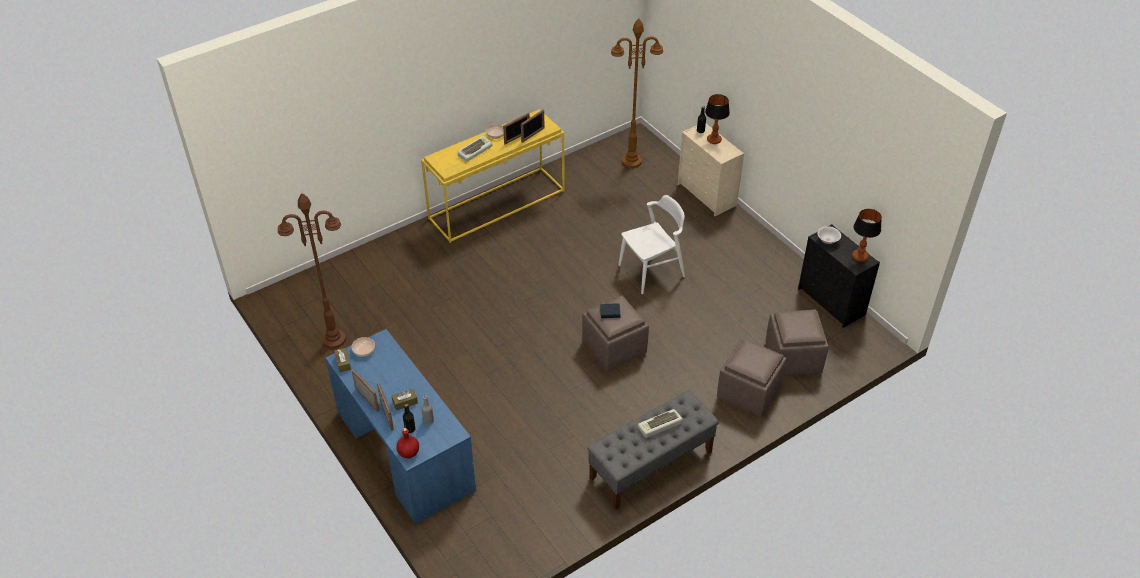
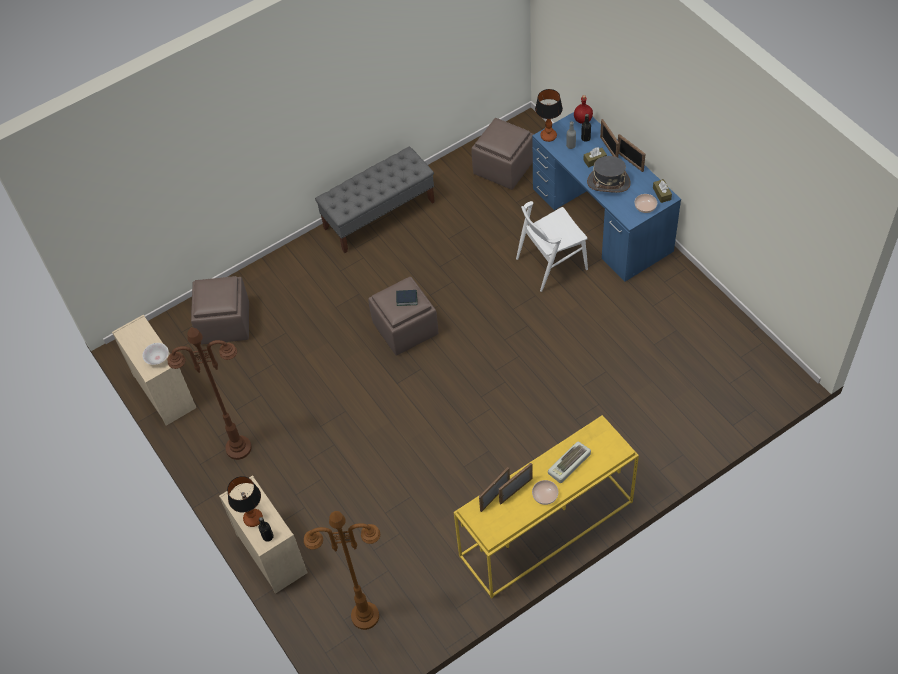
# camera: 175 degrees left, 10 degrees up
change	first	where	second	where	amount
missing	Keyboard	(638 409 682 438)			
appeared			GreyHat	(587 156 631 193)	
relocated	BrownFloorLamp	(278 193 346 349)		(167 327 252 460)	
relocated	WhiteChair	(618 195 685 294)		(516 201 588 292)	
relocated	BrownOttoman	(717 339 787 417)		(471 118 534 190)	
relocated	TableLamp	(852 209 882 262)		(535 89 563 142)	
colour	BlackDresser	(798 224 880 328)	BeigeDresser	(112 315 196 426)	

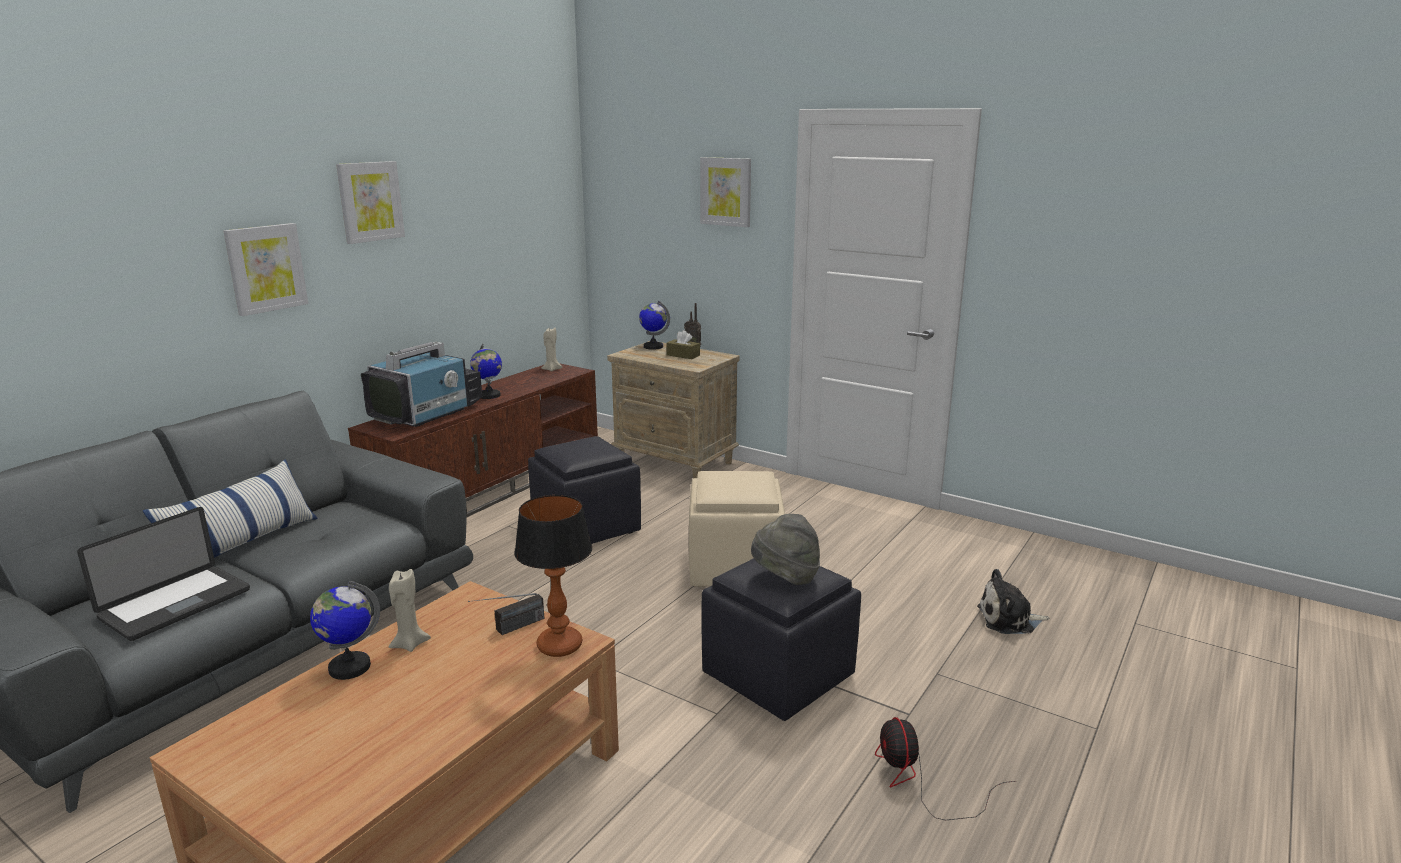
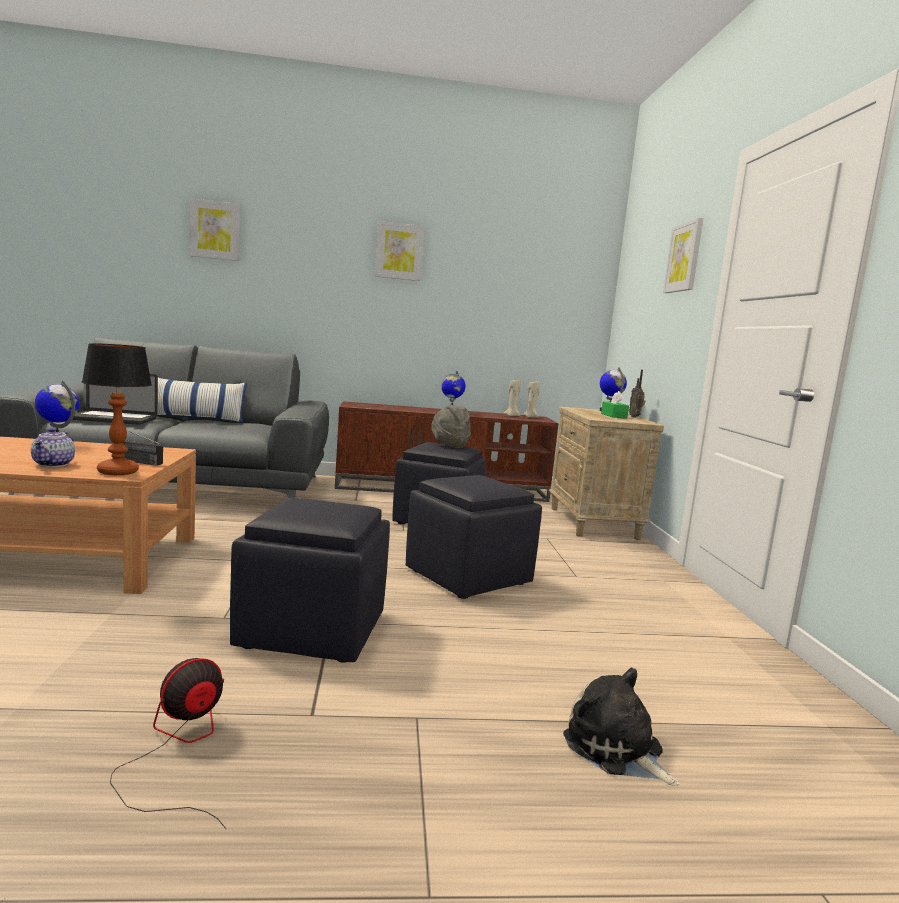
# camera: 50 degrees right, 10 degrees down
change	first	where	second	where	amount
missing	Television	(361 342 482 427)			
appeared			Teapot	(31 428 75 467)	
relocated	Picture	(224 223 308 316)		(189 198 240 261)	
relocated	BeigeCandle	(389 569 431 652)		(504 379 521 416)	
relocated	GreyHat	(751 514 820 585)		(431 405 471 448)	
colour	BrownTissueBox	(666 330 700 359)	GreenTissueBox	(601 391 629 419)	
colour	BeigeOttoman	(689 471 785 587)	BlackOttoman	(406 475 542 599)	

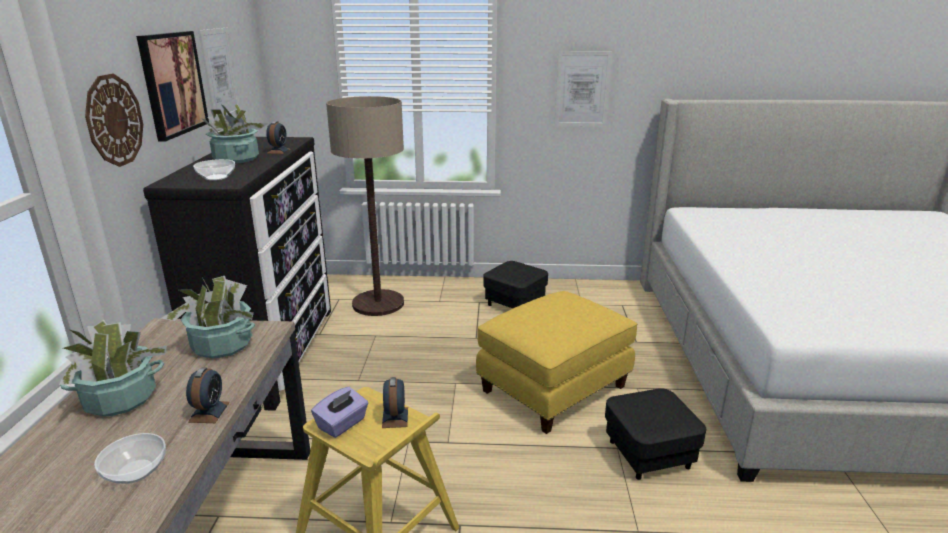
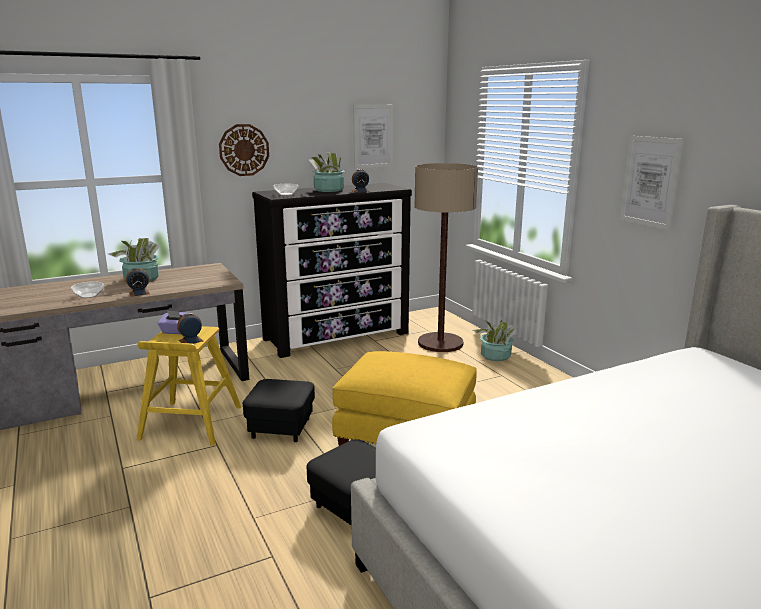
# camera: 60 degrees right, 5 degrees down
change	first	where	second	where	amount
missing	Picture	(136 31 209 142)			
relocated	PottedPlant	(161 276 255 359)		(473 320 517 361)	
relocated	BlackOttoman	(483 261 548 308)		(243 379 315 442)	

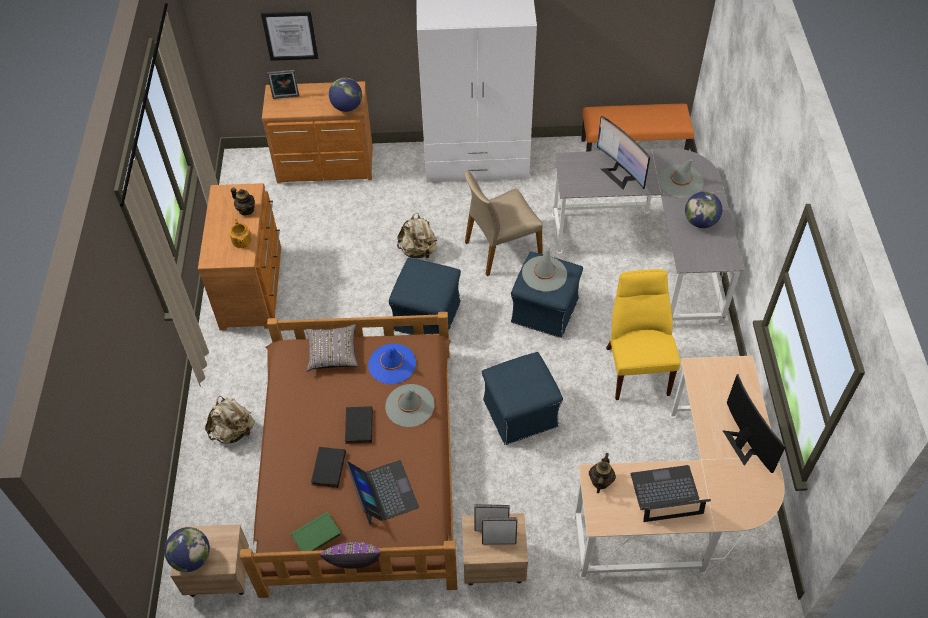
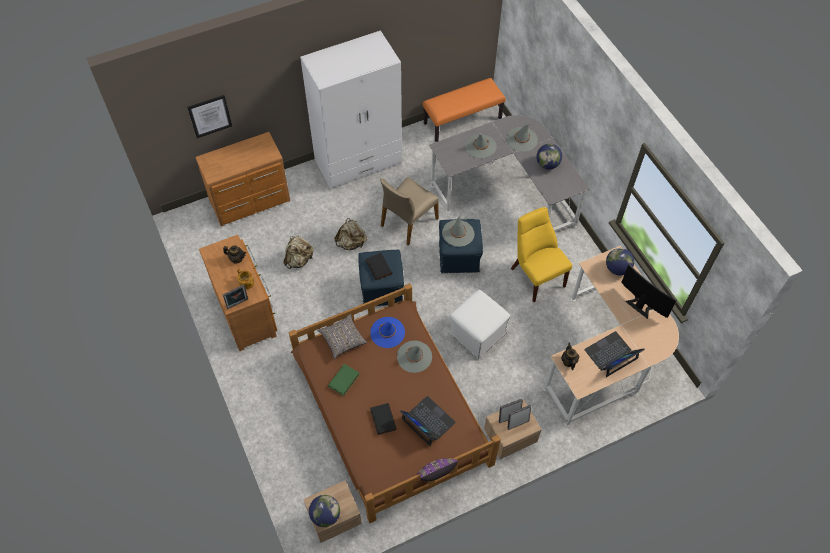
# camera: 25 degrees left, 5 degrees up
change	first	where	second	where	amount
relocated	BeigeBackpack	(205 396 255 444)		(283 236 314 269)	
relocated	PictureFrame	(267 70 299 99)		(223 285 248 309)	
relocated	GreenBook	(291 512 341 551)		(328 364 360 396)	
relocated	Globe	(329 78 362 112)		(606 248 634 275)	
relocated	BlackBook	(345 406 373 444)		(366 253 392 281)	
exchanged	Monitor	(597 116 650 189)	GreyHat	(465 133 496 158)	
colour	BlueOttoman	(482 352 563 445)	WhiteOttoman	(449 289 511 359)	

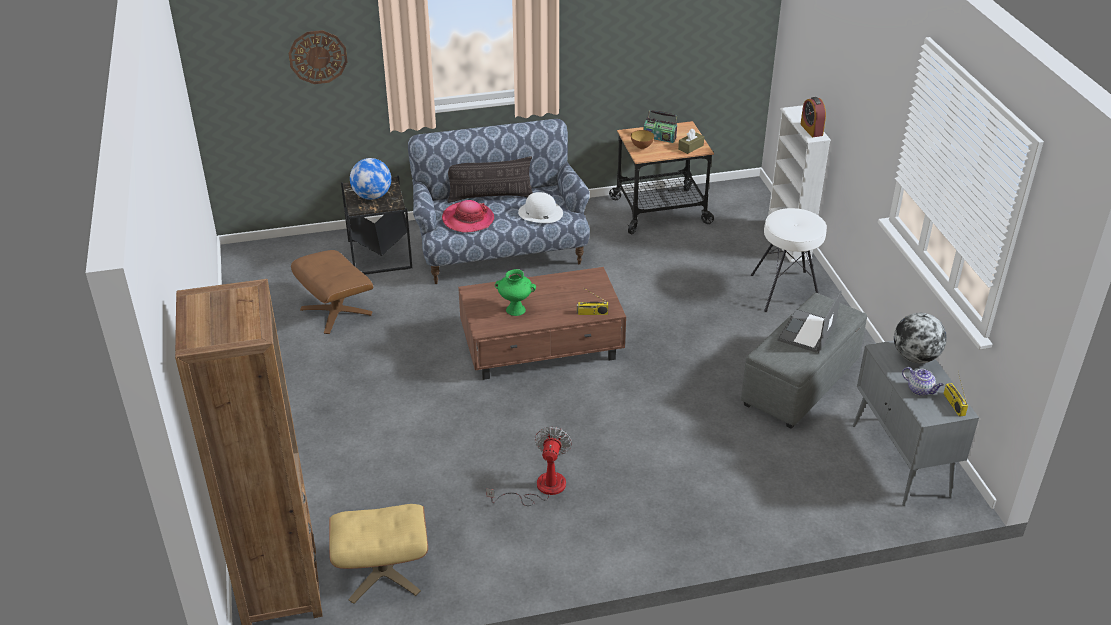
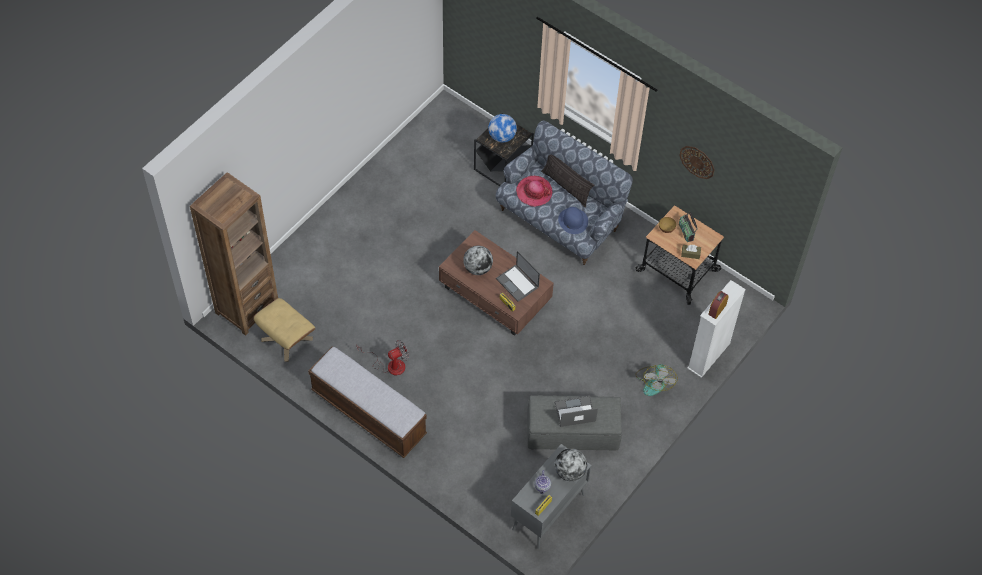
# camera: 50 degrees right, 20 degrees up
change	first	where	second	where	amount
missing	BrownOttoman	(291 250 373 334)			
appeared			Bench	(308 346 427 458)	
appeared			Laptop	(496 251 540 302)	
relocated	WallClock	(288 30 348 84)		(679 146 715 179)	
exchanged	GreenVase	(495 269 536 316)	Globe	(463 246 493 275)	
exchanged	WhiteStool	(751 208 827 312)	Fan	(635 364 678 396)	
colour	WhiteHat	(518 192 563 223)	BlueHat	(558 207 588 234)	

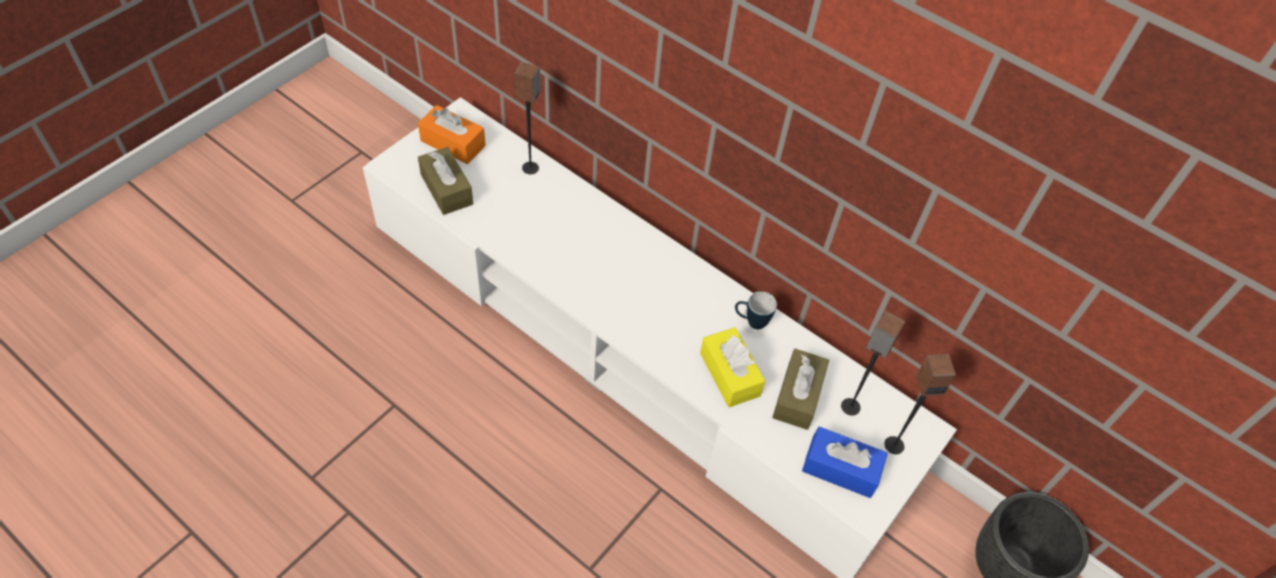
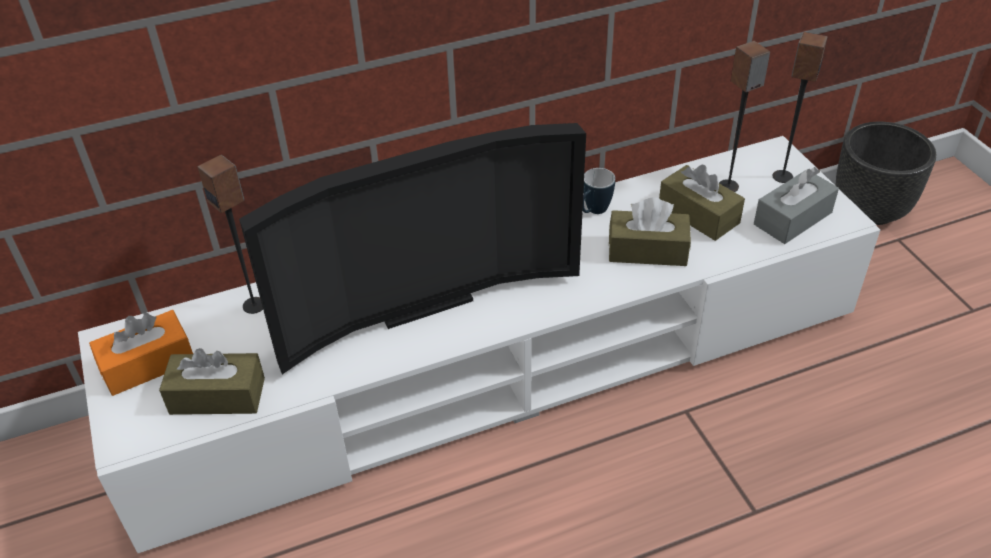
# camera: 55 degrees left, 10 degrees down
change	first	where	second	where	amount
appeared			Television	(239 123 586 374)	
colour	YellowTissueBox	(700 327 765 407)	BrownTissueBox	(609 197 691 266)	
colour	BlueTissueBox	(802 426 888 498)	GreyTissueBox	(754 167 839 244)	

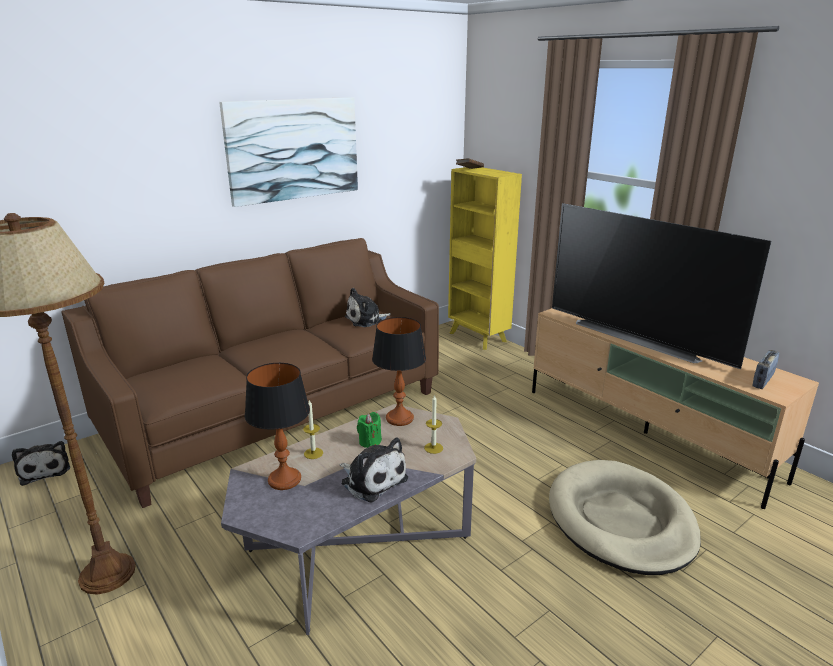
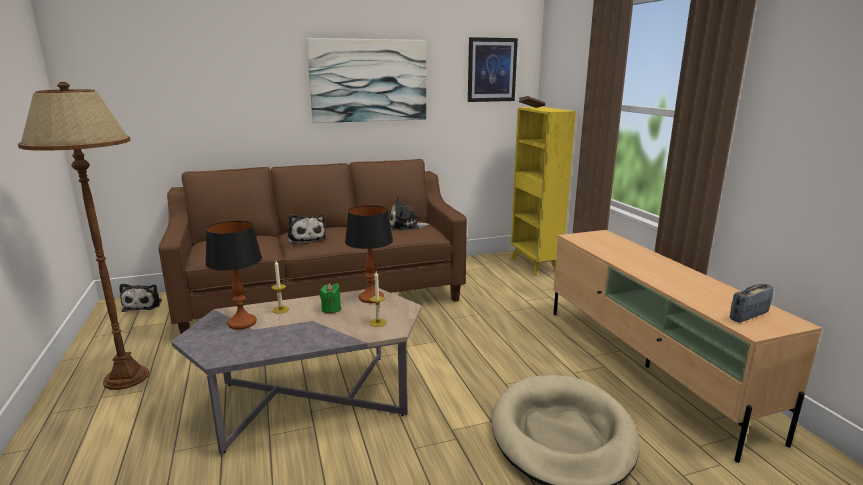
# camera: 20 degrees right, 5 degrees down
change	first	where	second	where	amount
missing	Television	(552 203 772 369)			
appeared			Picture	(468 37 518 102)	
relocated	PlushToy	(339 437 408 502)		(288 214 326 245)	

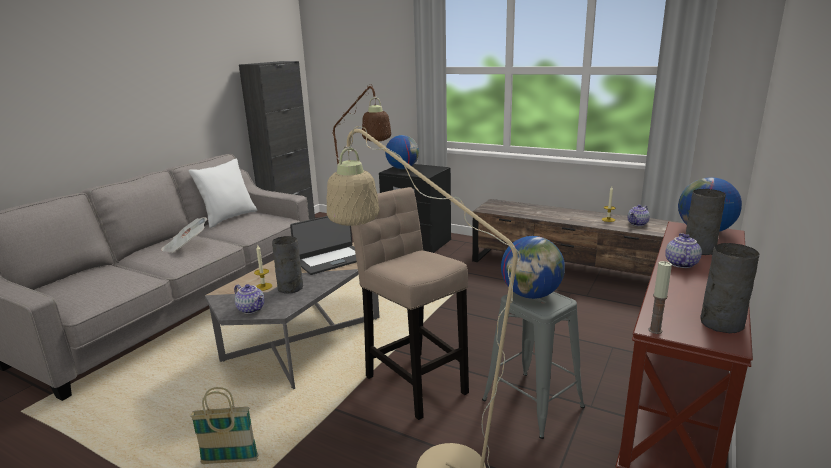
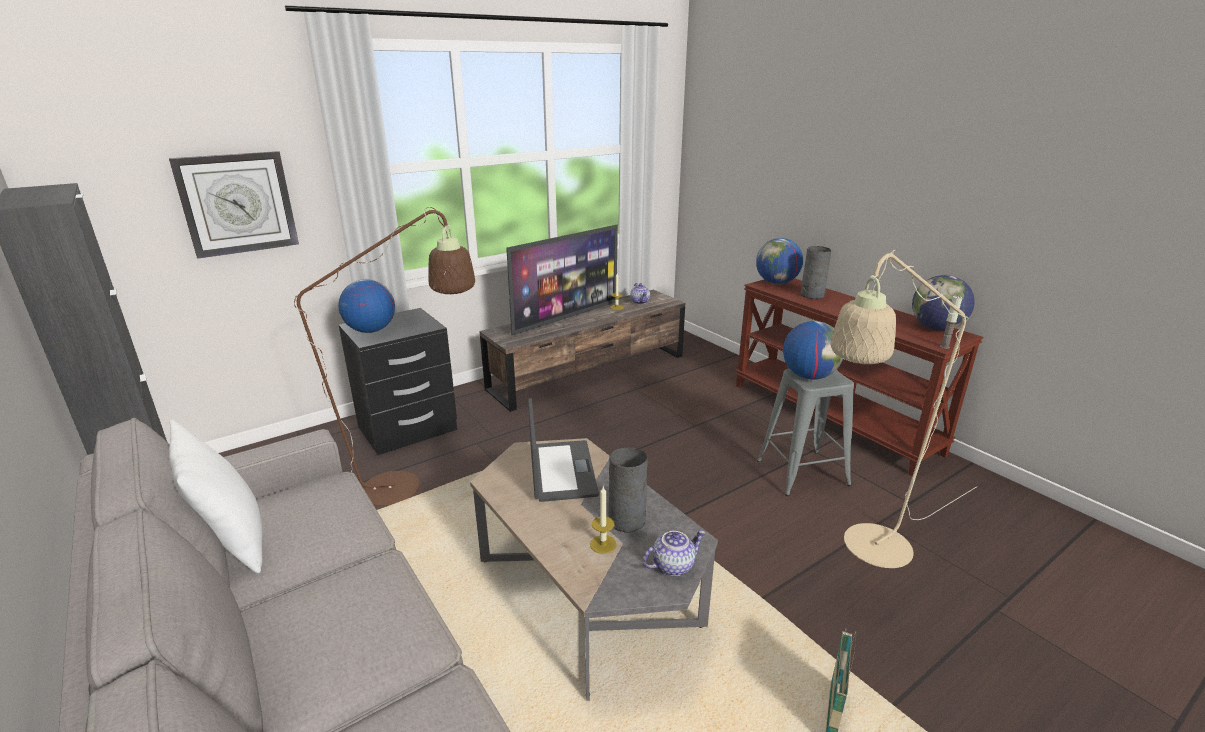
# camera: 65 degrees left, 5 degrees up
change	first	where	second	where	amount
missing	Newspaper	(161 217 208 253)			
missing	BeigeStool	(351 187 469 420)			
missing	Teapot	(665 233 702 268)			
appeared			WallClock	(169 151 299 259)	
appeared			Television	(506 225 618 336)	
exchanged	GreyVase	(701 243 759 333)	Globe	(912 275 975 331)	

